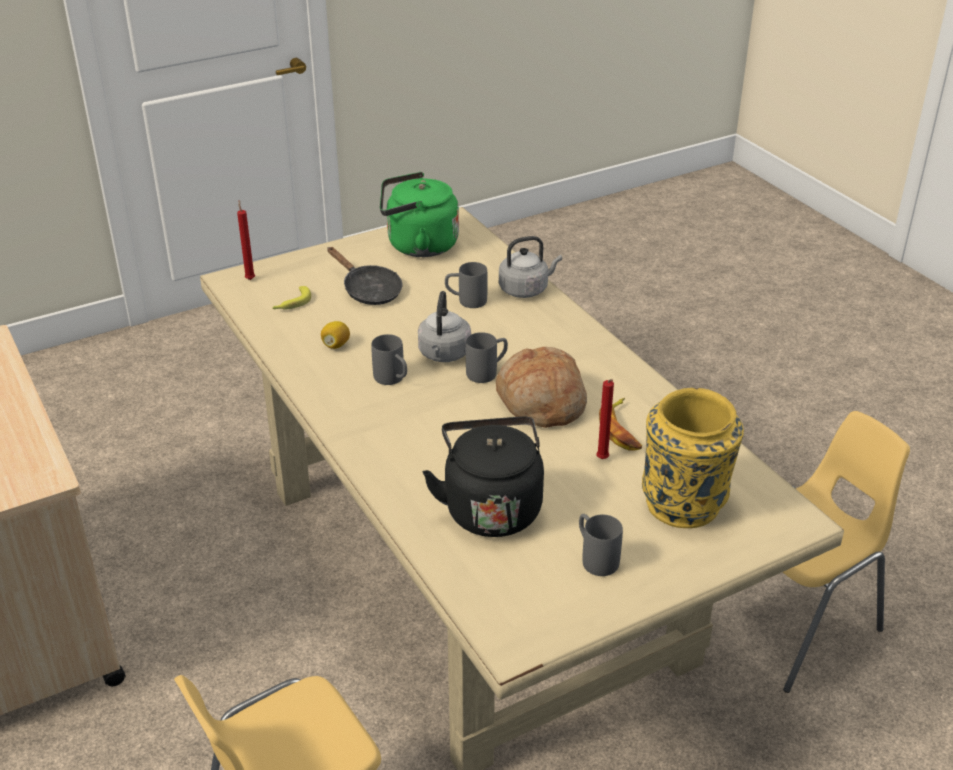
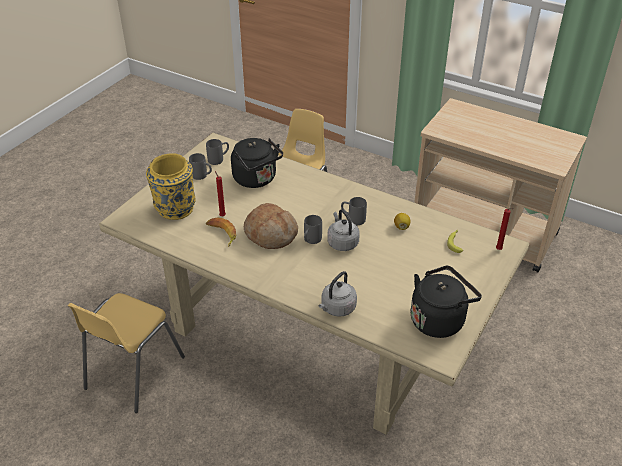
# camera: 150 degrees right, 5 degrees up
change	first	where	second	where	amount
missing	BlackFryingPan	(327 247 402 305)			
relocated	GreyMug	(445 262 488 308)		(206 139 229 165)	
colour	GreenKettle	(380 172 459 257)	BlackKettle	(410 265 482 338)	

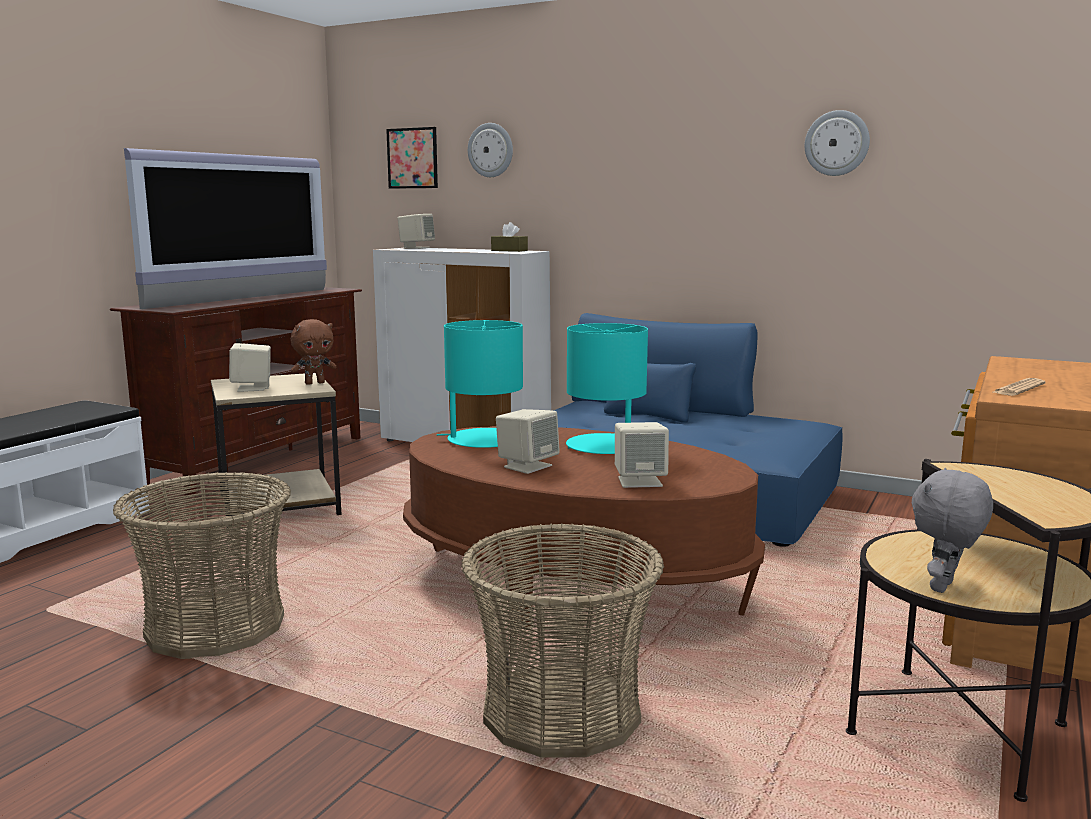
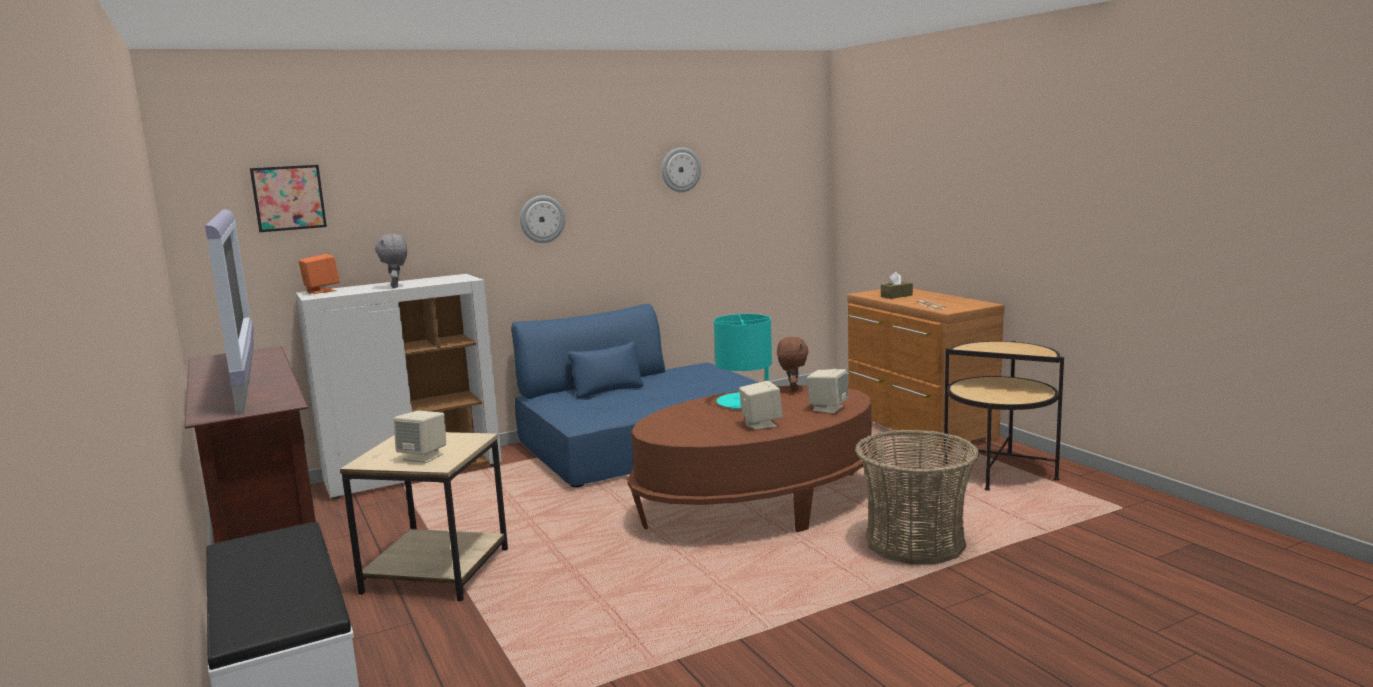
# camera: 55 degrees left, 0 degrees up
change	first	where	second	where	amount
missing	Basket	(113 472 291 659)			
missing	TurquoiseTableLamp	(437 320 523 448)			
relocated	BrownPlushToy	(291 319 336 385)		(777 337 809 392)	
relocated	WallClock	(468 123 513 177)		(520 196 565 243)	
relocated	BrownTissueBox	(491 222 528 252)		(881 272 913 299)	
relocated	GreyPlushToy	(912 468 993 593)		(375 234 407 288)	
colour	BeigeSpeaker	(398 214 435 249)	OrangeSpeaker	(299 254 340 294)	

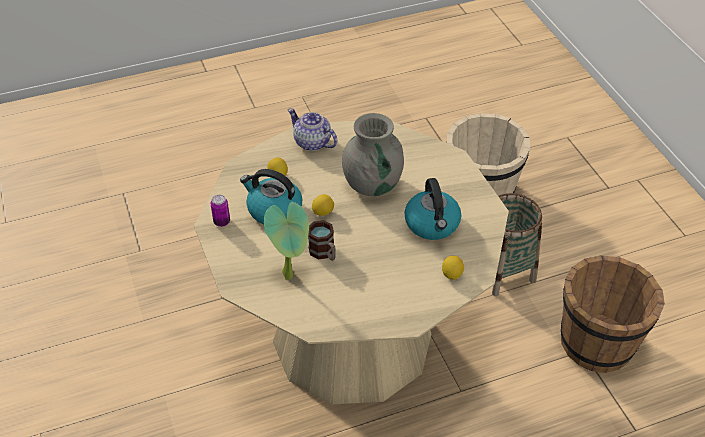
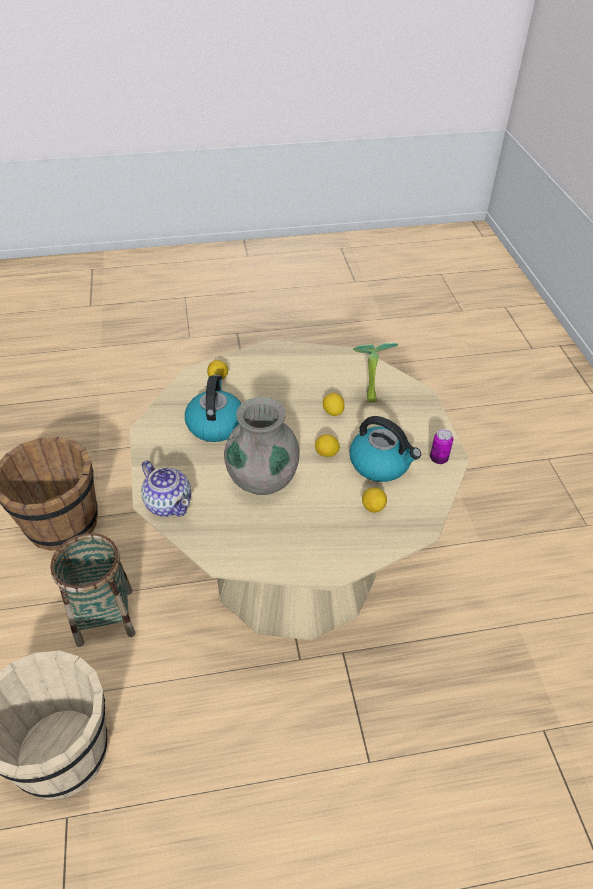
# camera: 170 degrees left, 0 degrees up
change	first	where	second	where	amount
relocated	Teapot	(288 108 337 151)		(141 460 191 517)	
exchanged	Mug	(308 220 336 261)	Lemon	(323 393 345 416)	

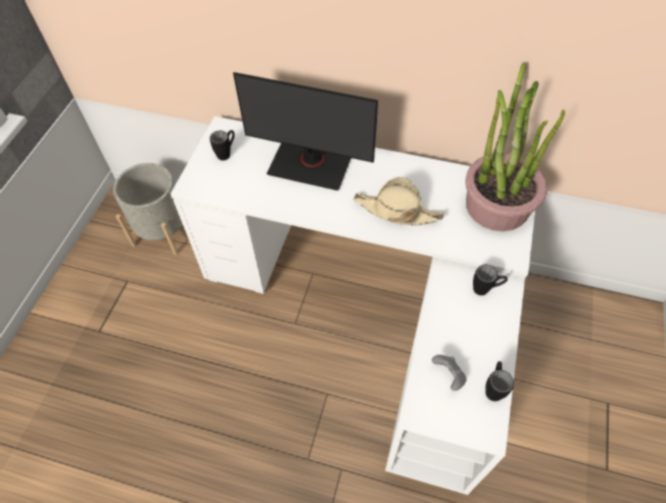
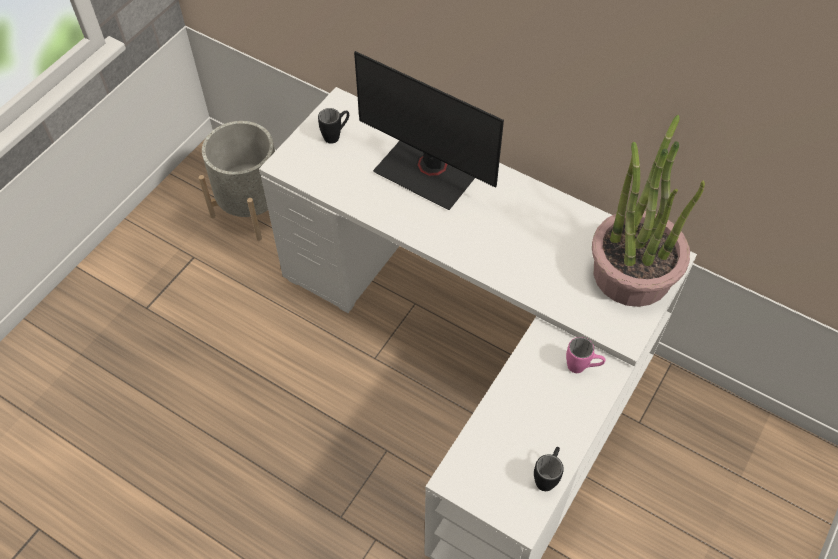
# camera: 15 degrees right, 0 degrees up
change	first	where	second	where	amount
missing	BeigeHat	(353 177 444 225)			
missing	GreyGameController	(432 355 466 391)			
colour	BlackMug	(473 264 508 296)	PinkMug	(566 337 606 373)	

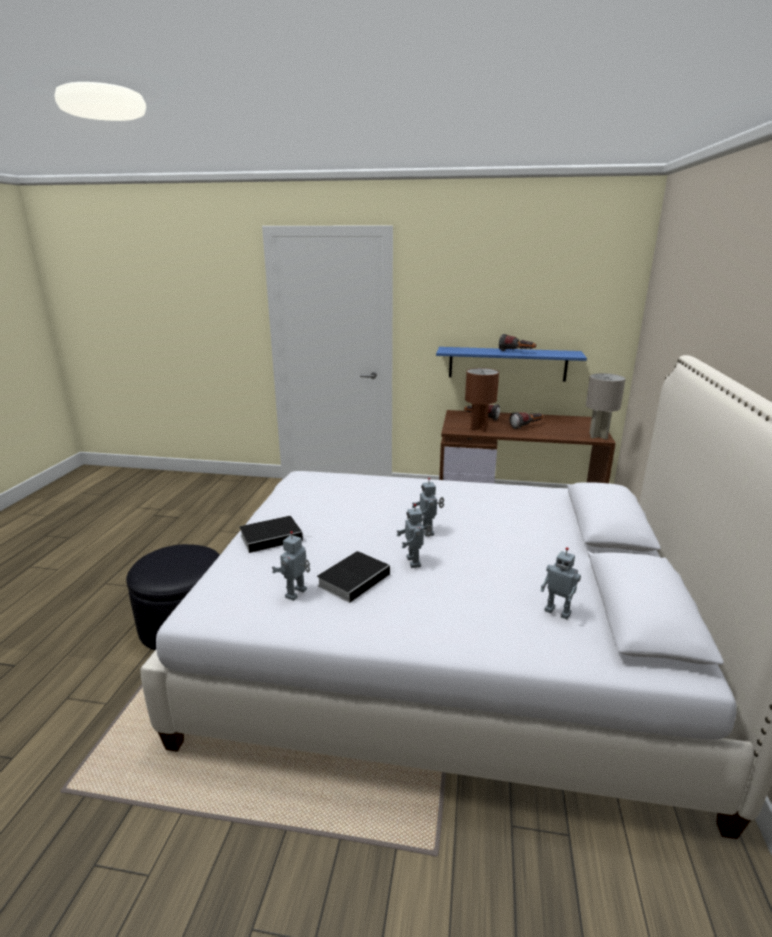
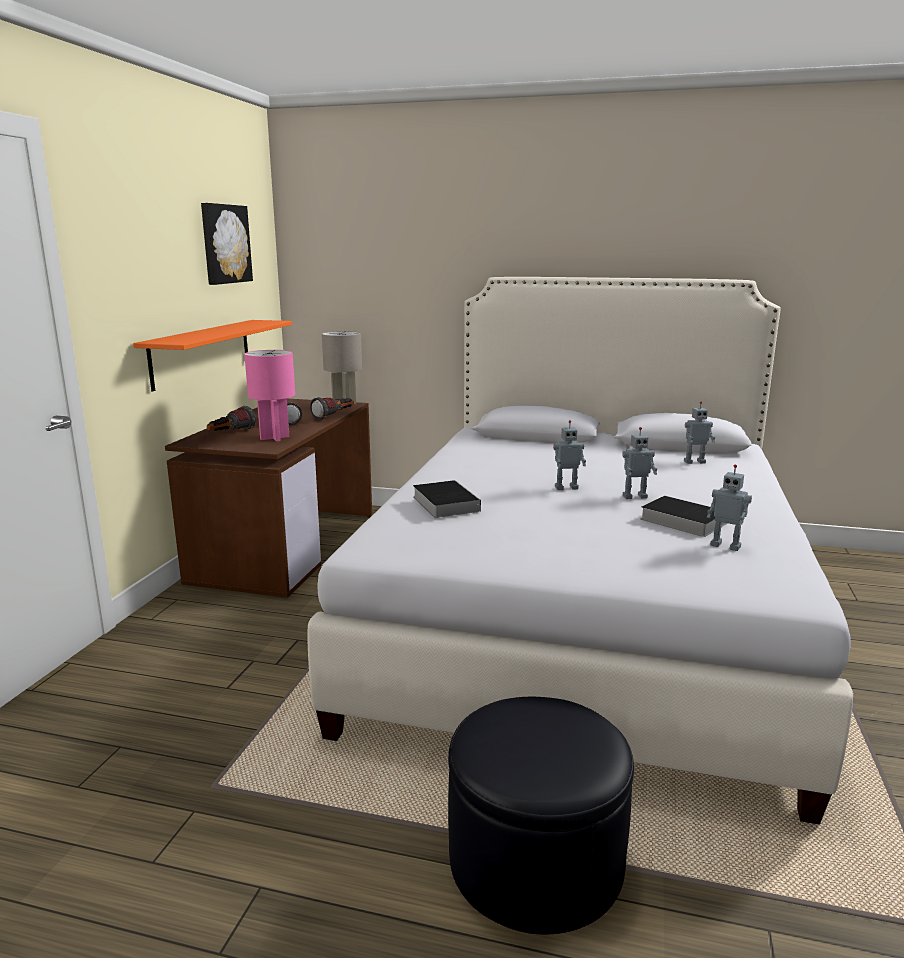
# camera: 85 degrees left, 5 degrees down
change	first	where	second	where	amount
appeared			Picture	(201 203 253 285)	
relocated	Book	(240 516 307 553)		(413 480 481 518)	
relocated	Flashlight	(499 334 536 351)		(310 397 354 420)	
colour	BlueShelf	(436 347 587 382)	OrangeShelf	(133 320 292 391)	
colour	BrownTableLamp	(465 368 499 432)	PinkTableLamp	(244 350 295 442)	
spun	ToyRobot	(541 547 581 619)		(684 401 715 464)	45 degrees clockwise

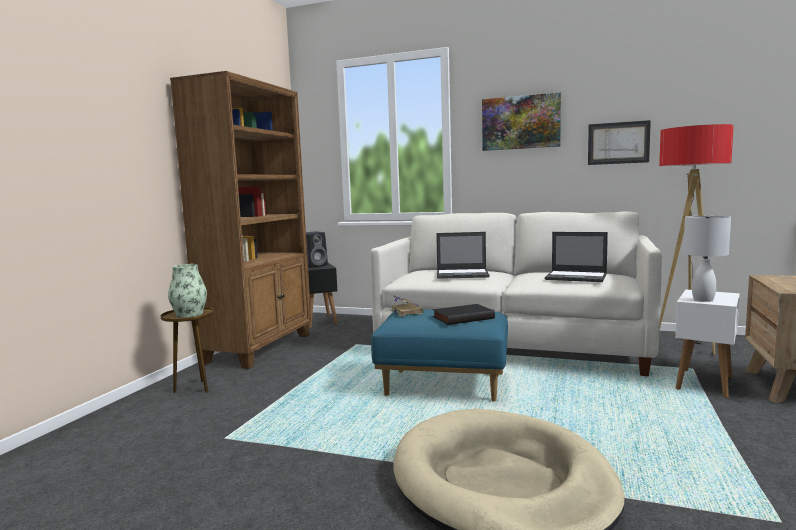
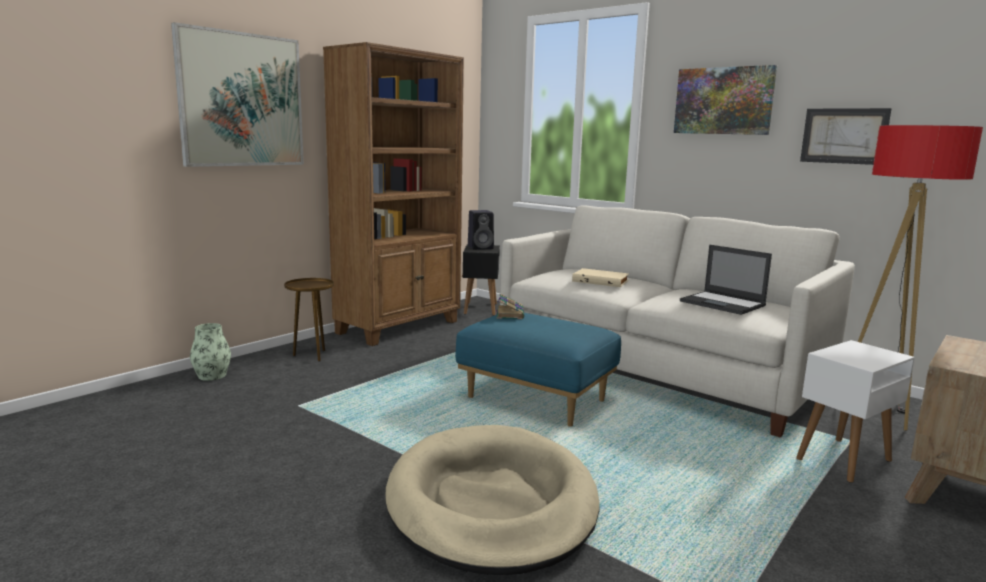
# camera: 20 degrees right, 5 degrees up
change	first	where	second	where	amount
missing	BlackBook	(432 304 495 325)			
missing	WhiteTableLamp	(683 215 731 302)			
appeared			Picture	(171 22 304 167)	
relocated	Vase	(168 264 207 318)		(190 323 231 381)	
exchanged	Laptop	(436 232 489 279)	BeigeBook	(572 268 629 287)	

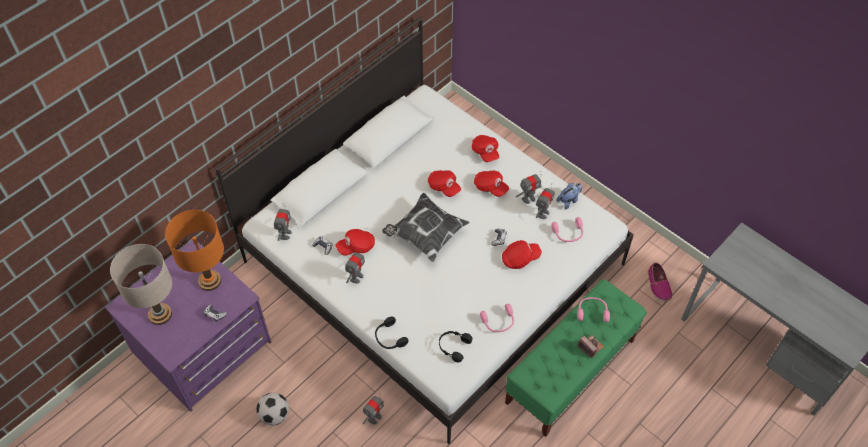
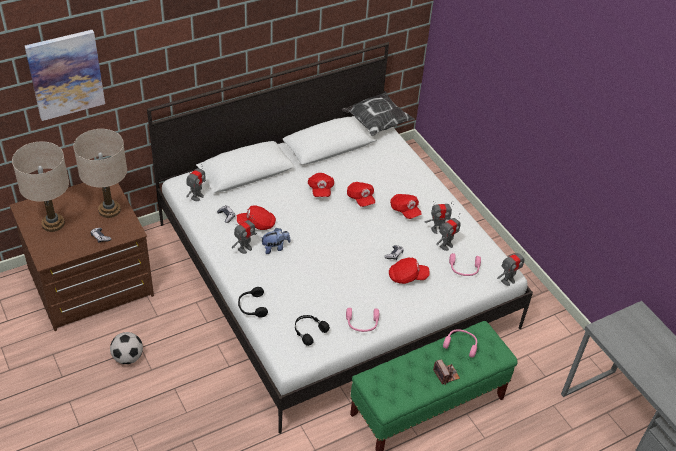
# camera: 15 degrees right, 10 degrees down
change	first	where	second	where	amount
missing	Shoe	(648 262 672 301)			
appeared			Picture	(25 30 105 121)	
relocated	ToyRobot	(362 393 384 425)		(497 249 525 286)	
relocated	Pillow	(382 193 469 262)		(342 91 415 136)	
relocated	RedCap	(472 135 499 162)		(308 173 334 197)	
relocated	PlushToy	(557 183 582 210)		(261 228 291 254)	
colour	PurpleDresser	(105 240 271 412)	BrownDresser	(10 183 154 331)	
colour	OrangeTableLamp	(165 210 224 291)	BeigeTableLamp	(73 129 127 218)	

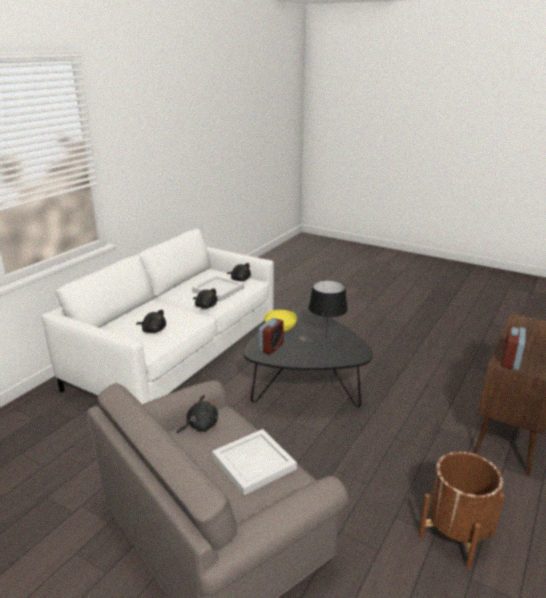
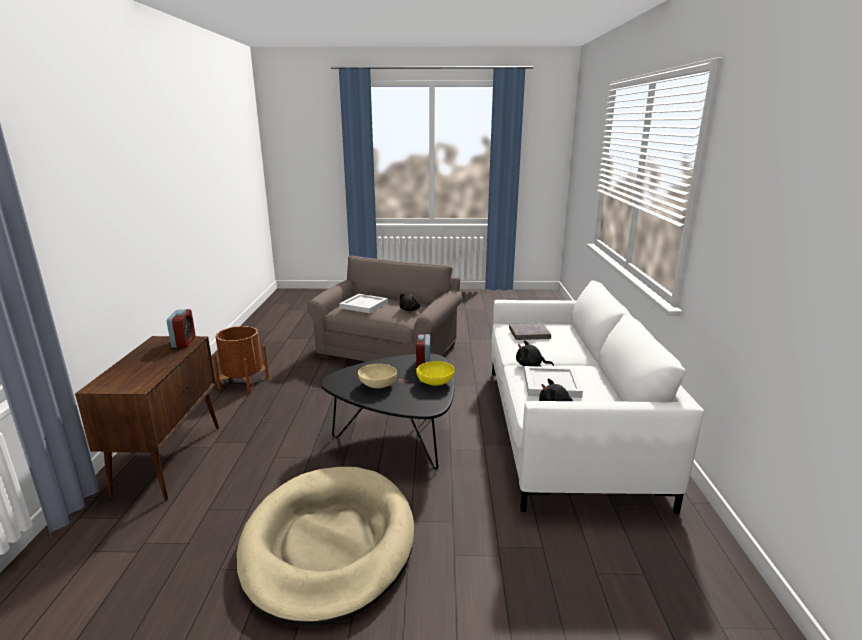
# camera: 150 degrees right, 5 degrees down
change	first	where	second	where	amount
appeared			BeigeDogBed	(236 467 414 626)	
exchanged	BlackPlushToy	(136 310 166 333)	GreyBook	(509 323 551 340)	
exchanged	BlackTableLamp	(308 280 348 339)	BeigeBowl	(358 364 397 388)	

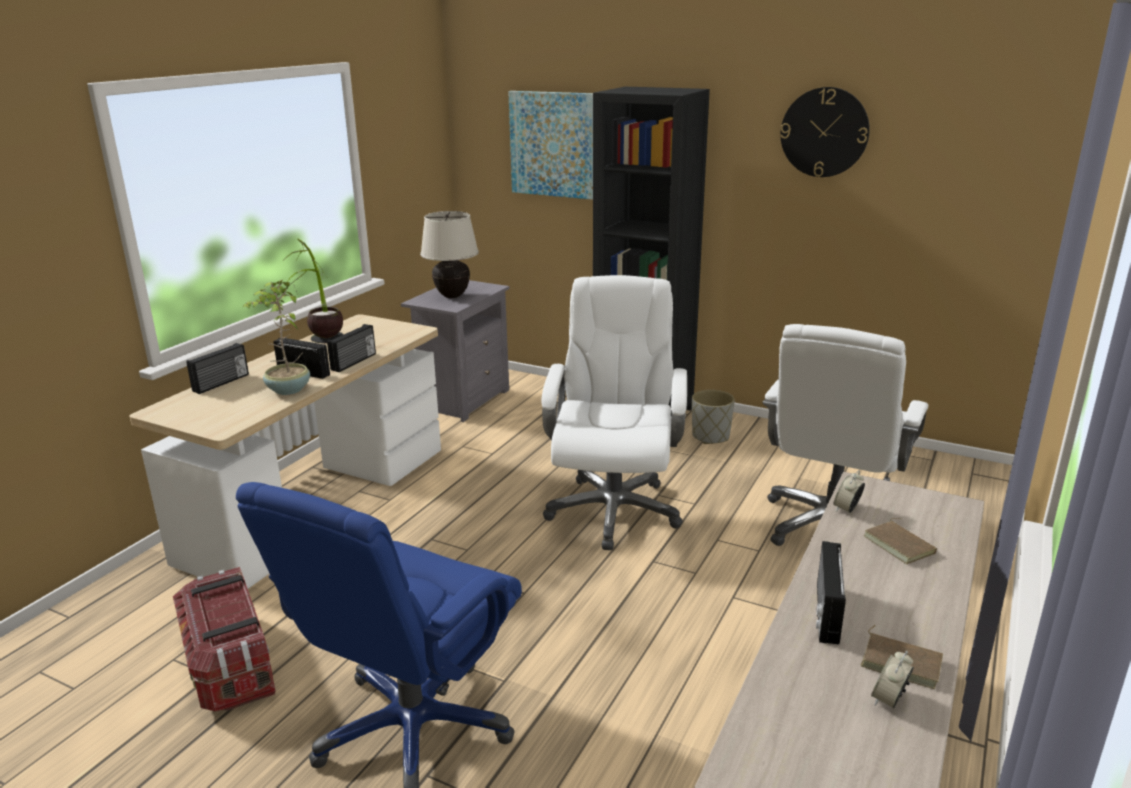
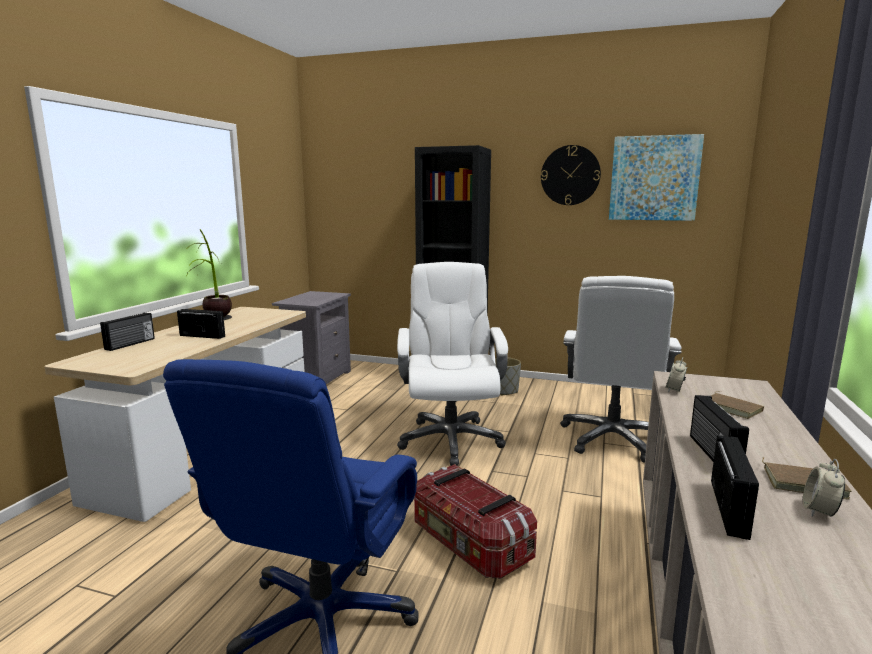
# camera: 10 degrees left, 10 degrees down
change	first	where	second	where	amount
missing	PottedPlant	(242 280 310 395)			
missing	BeigeTableLamp	(420 211 479 298)			
relocated	StorageBox	(173 567 275 711)		(414 464 537 579)	
relocated	Radio	(327 324 376 372)		(711 435 759 540)	
relocated	Picture	(508 91 593 200)		(609 134 704 221)	

